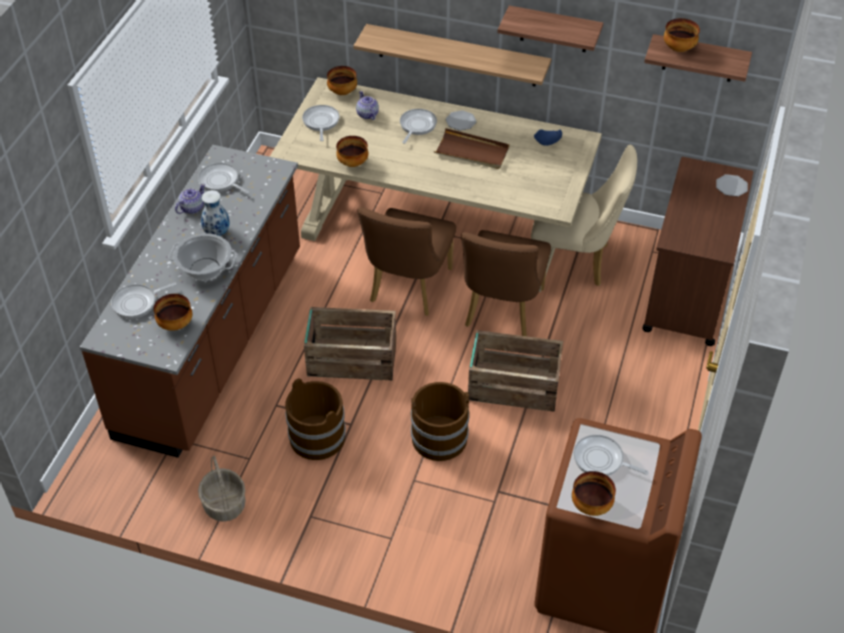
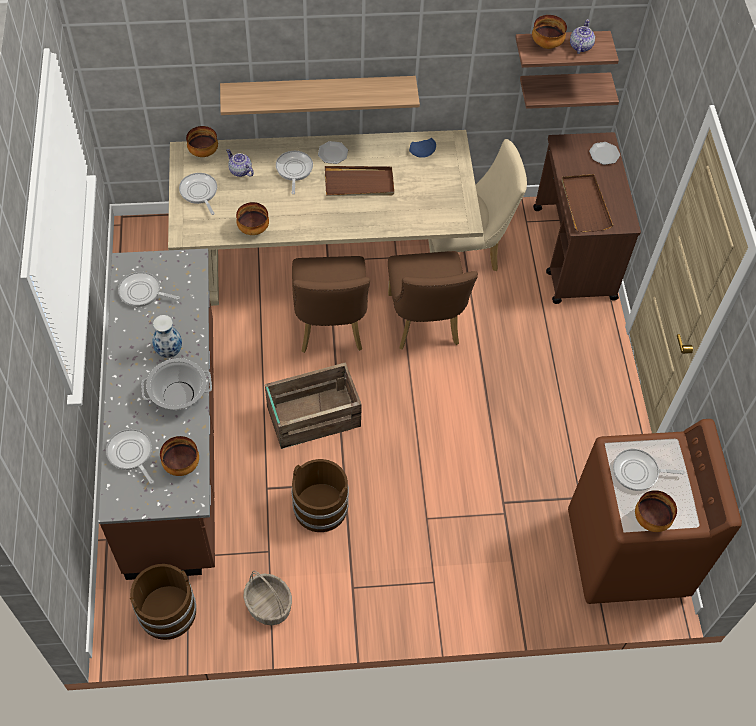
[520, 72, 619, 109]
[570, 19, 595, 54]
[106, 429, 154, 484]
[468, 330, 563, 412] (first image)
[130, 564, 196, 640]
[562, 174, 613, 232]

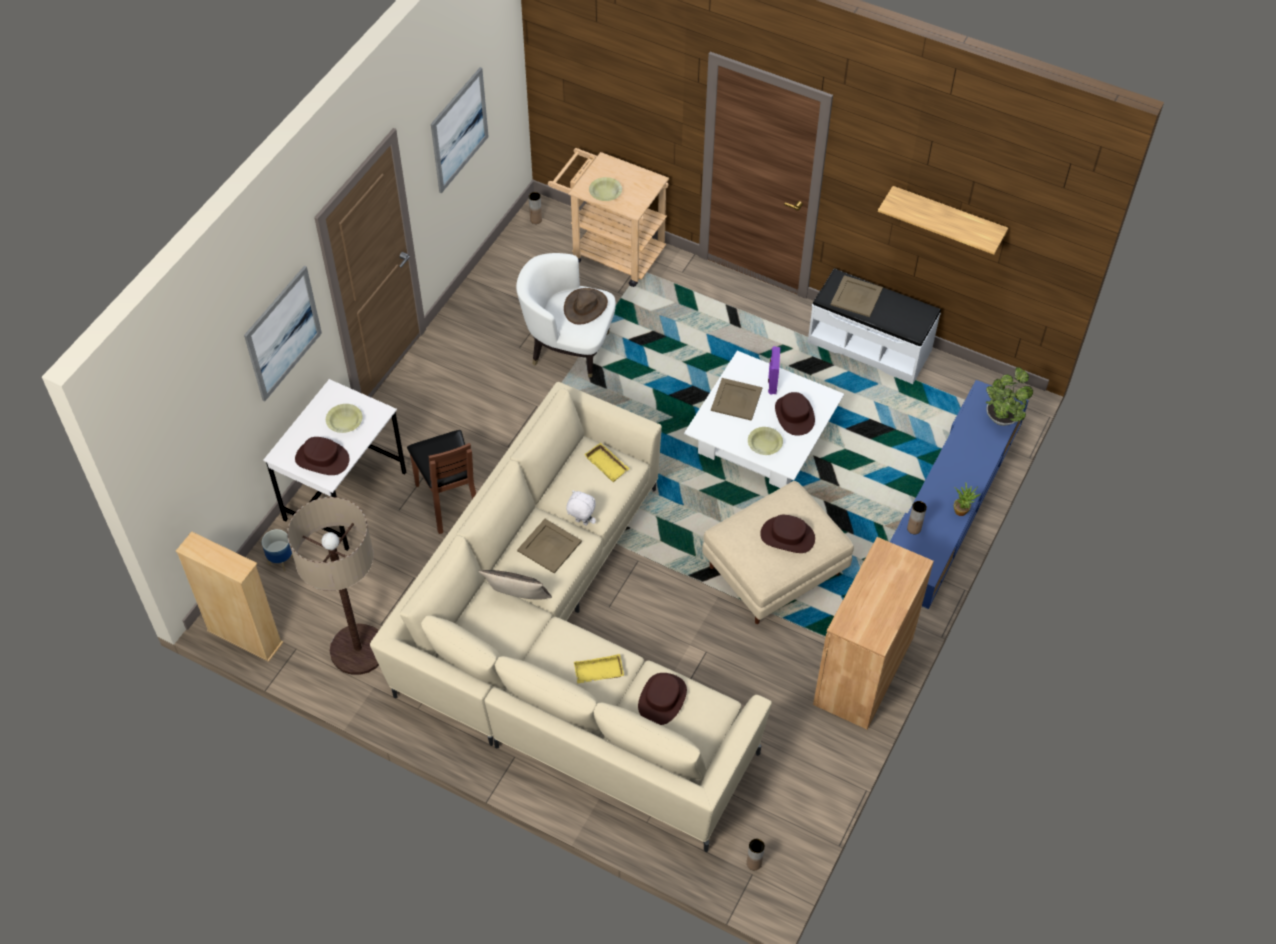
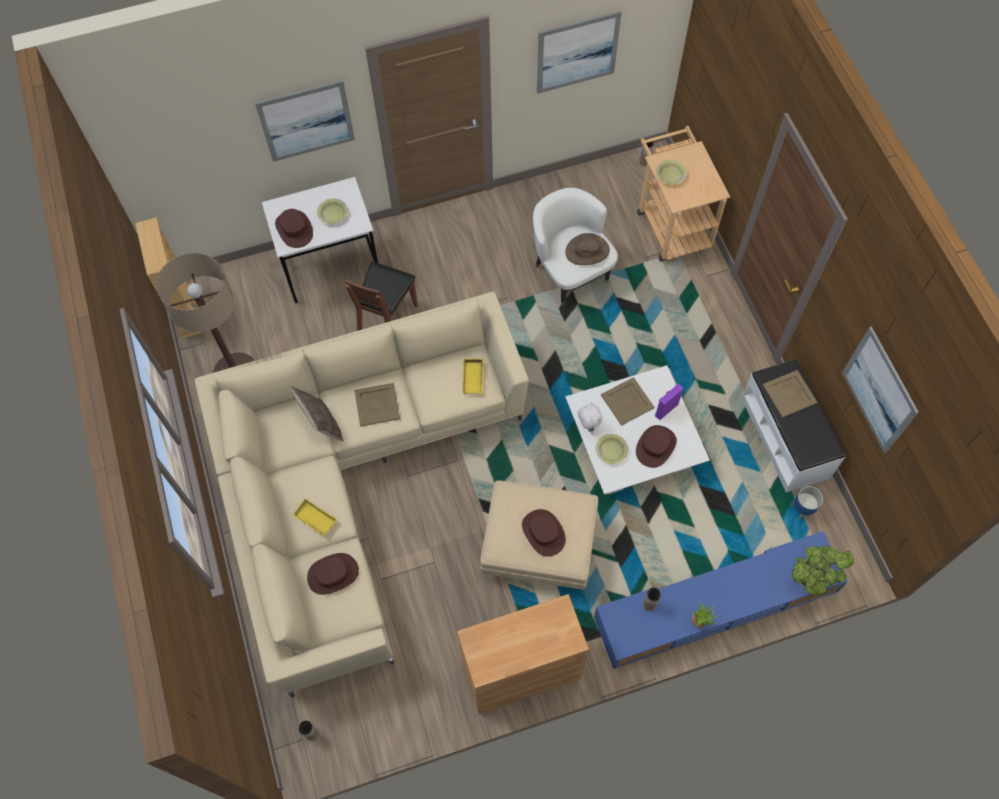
[842, 327, 919, 453]
[578, 402, 602, 435]
[791, 486, 823, 519]

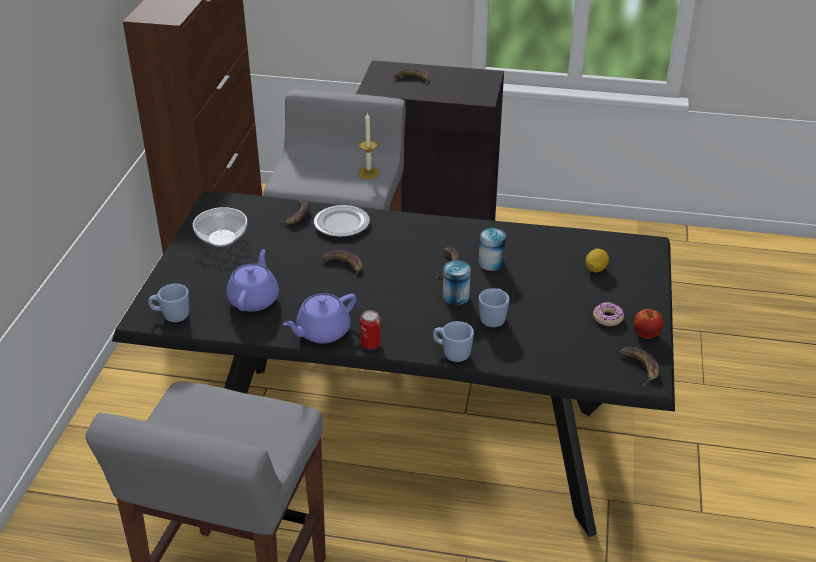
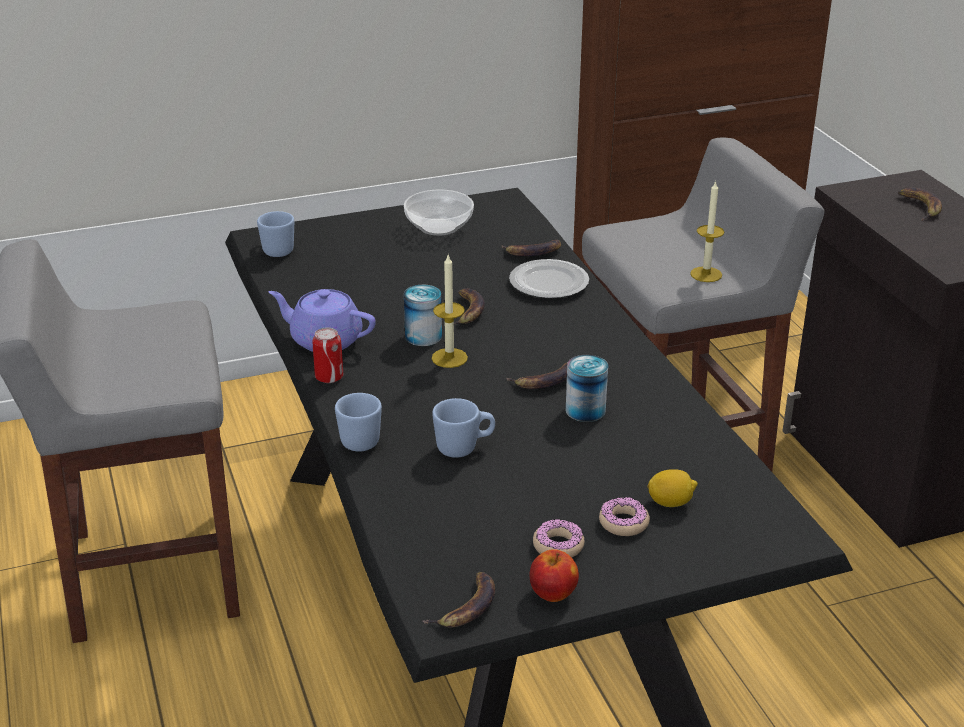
[226, 249, 279, 312] (first image)
[404, 285, 442, 346]
[432, 255, 468, 368]
[599, 497, 650, 536]

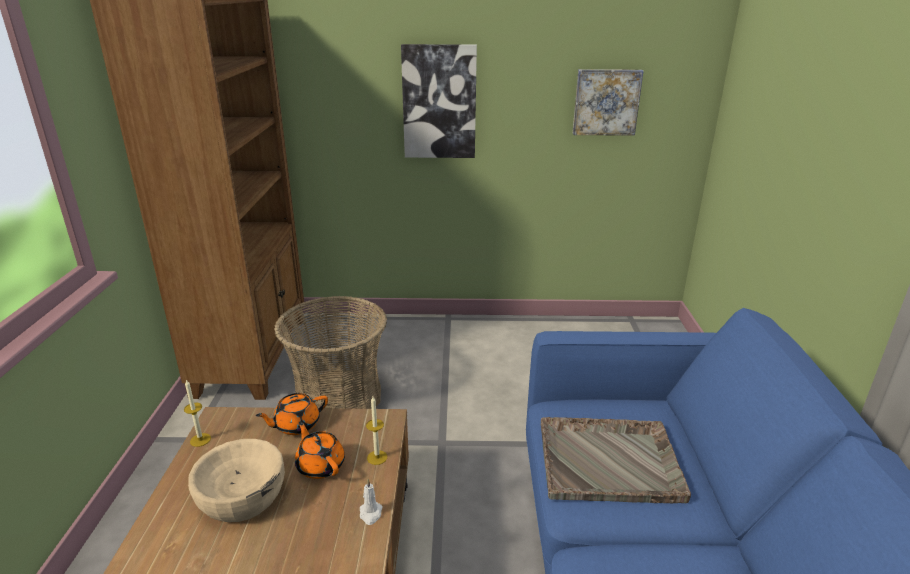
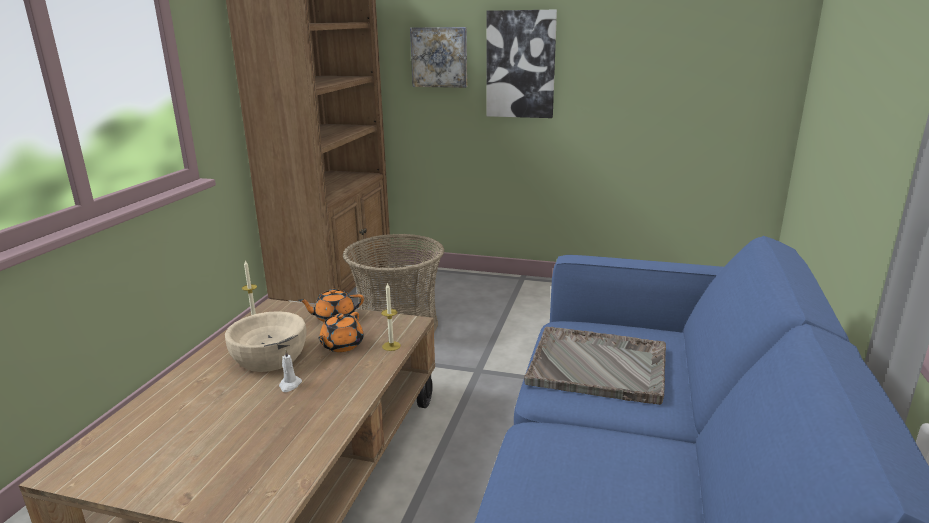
[410, 27, 467, 88]
[318, 312, 364, 352]
[279, 349, 302, 392]

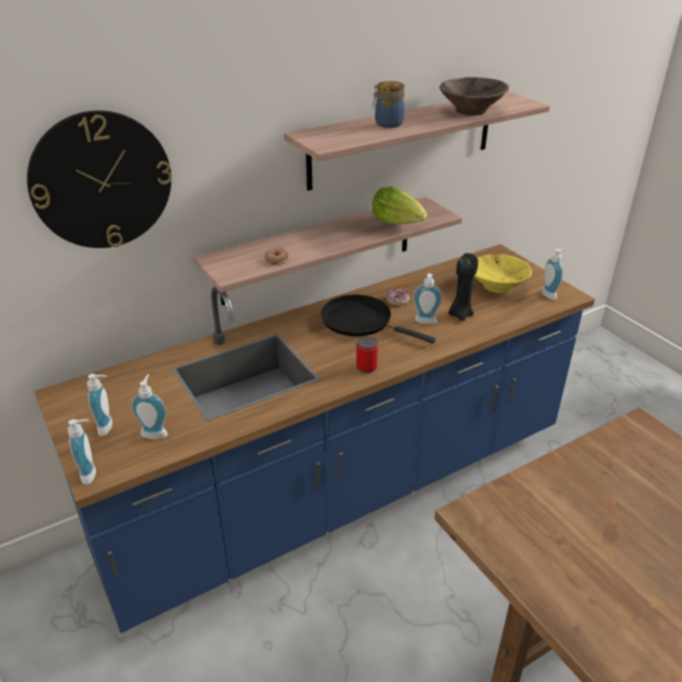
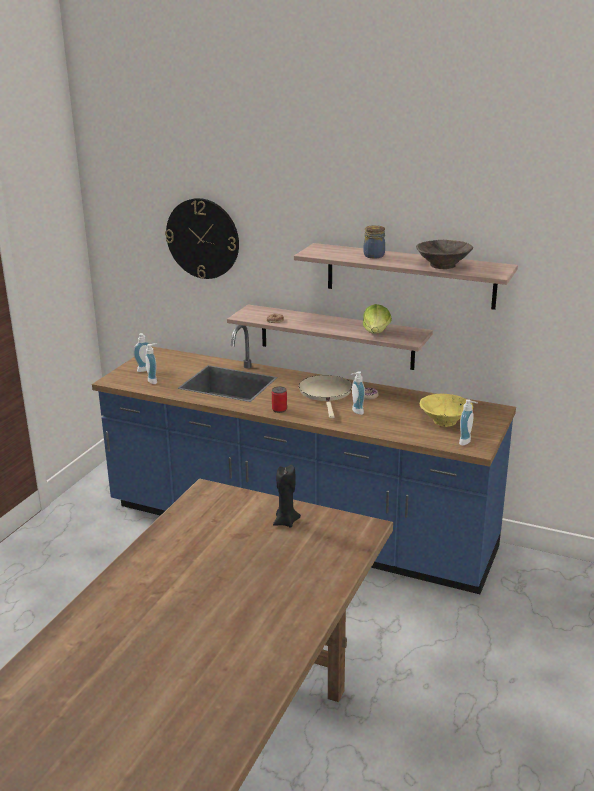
[273, 465, 301, 527]
[299, 375, 352, 418]
[67, 419, 96, 485] (first image)

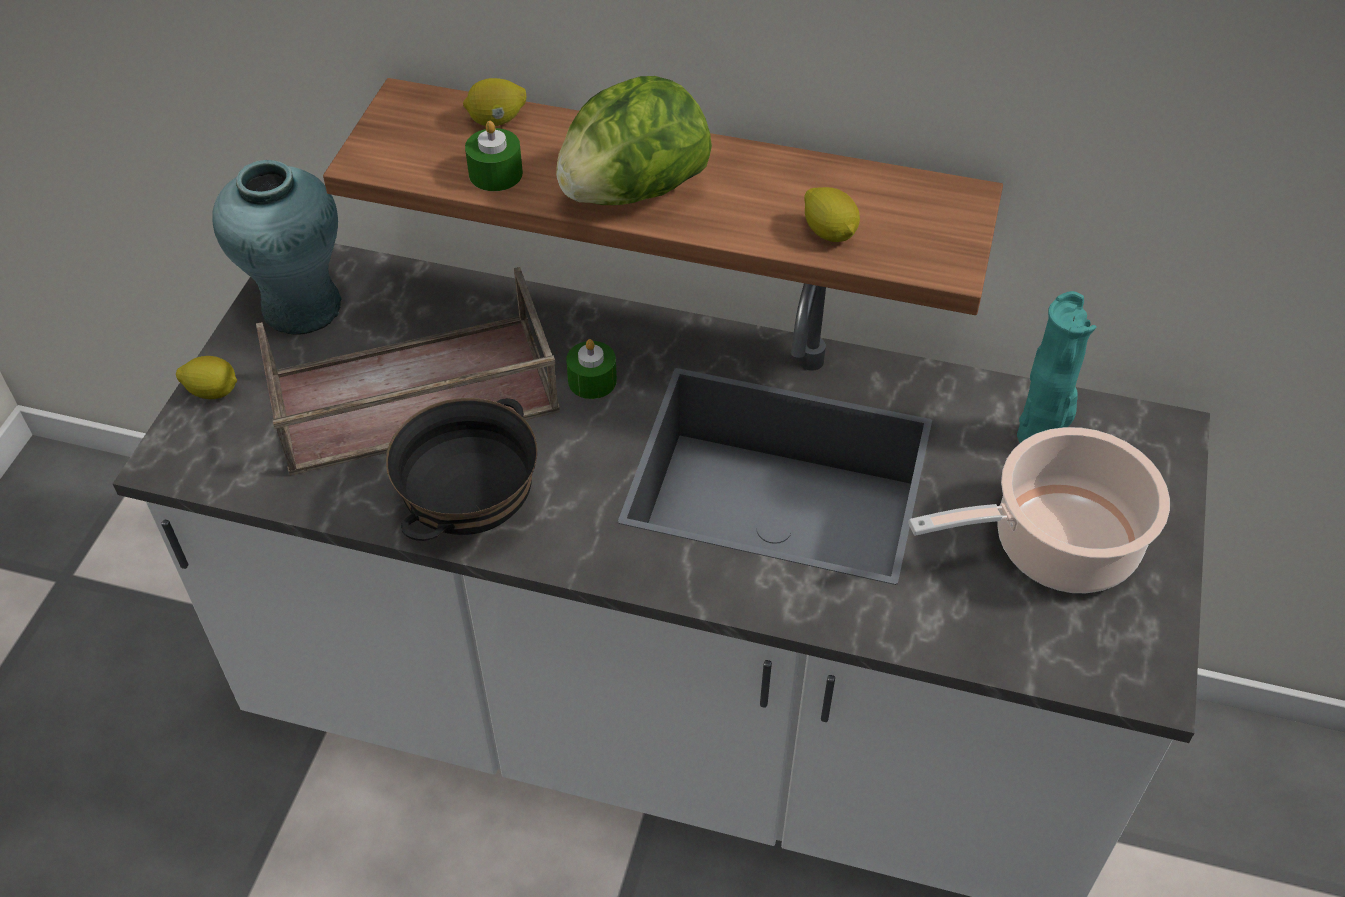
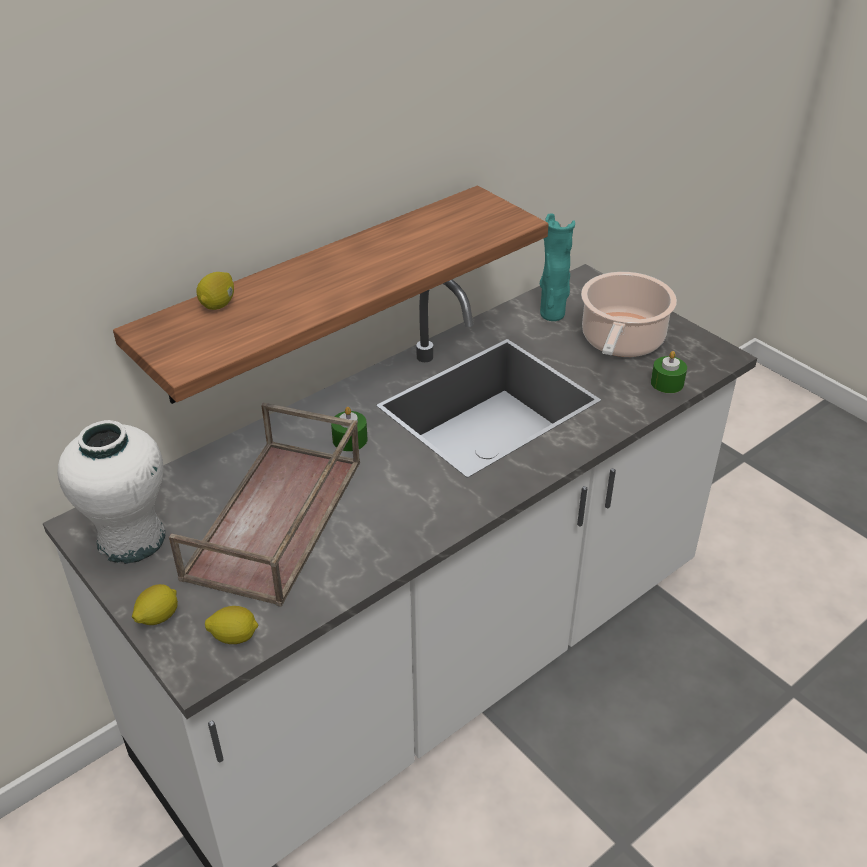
[556, 76, 712, 205] (first image)
[651, 351, 687, 393]
[57, 420, 165, 564]
[205, 606, 258, 644]
[386, 398, 538, 541] (first image)

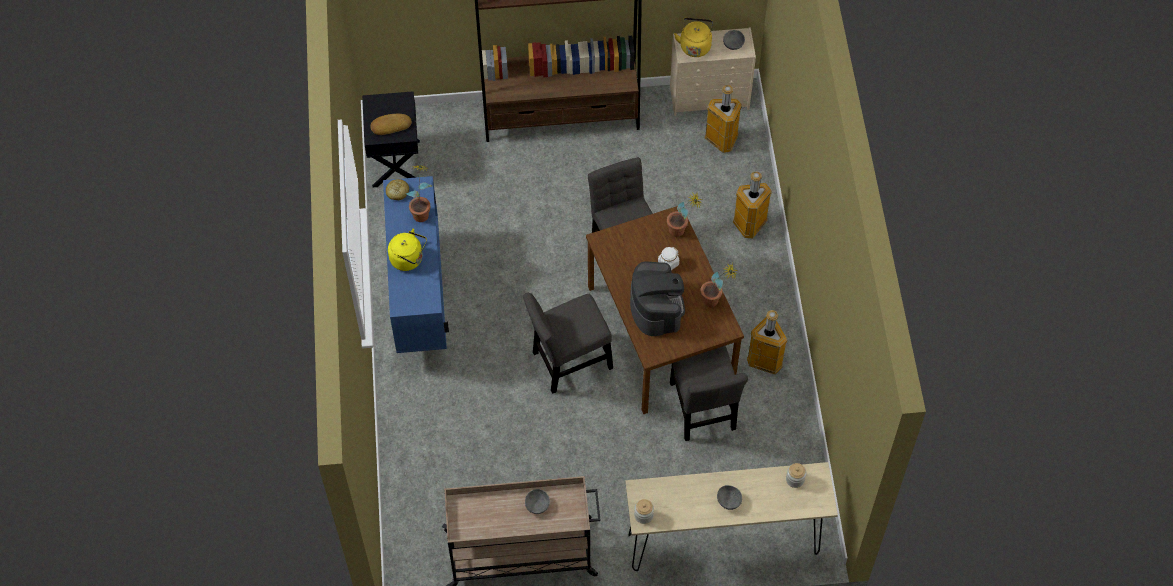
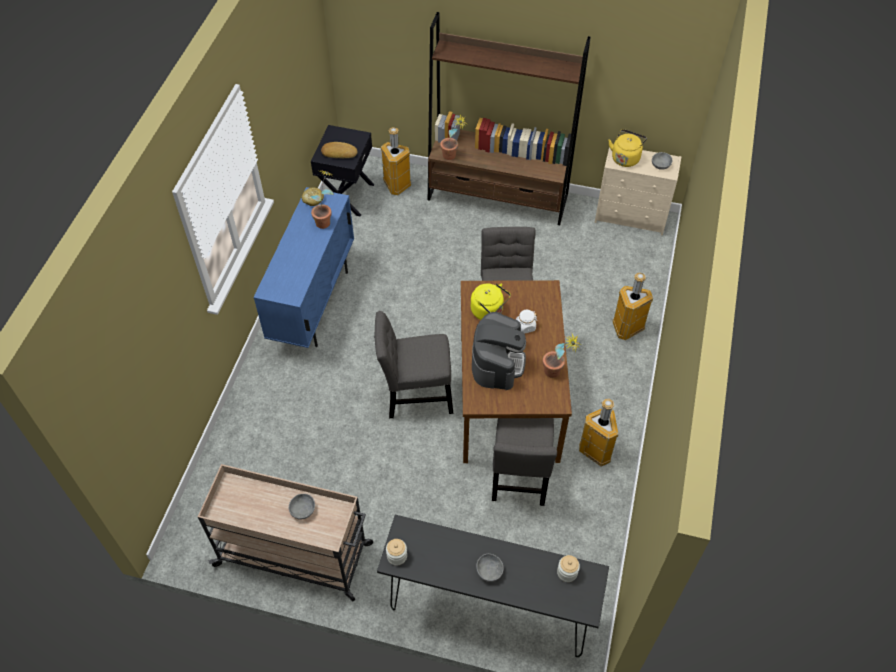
[381, 127, 411, 195]
[440, 115, 467, 160]
[471, 284, 511, 320]
[377, 515, 609, 657]

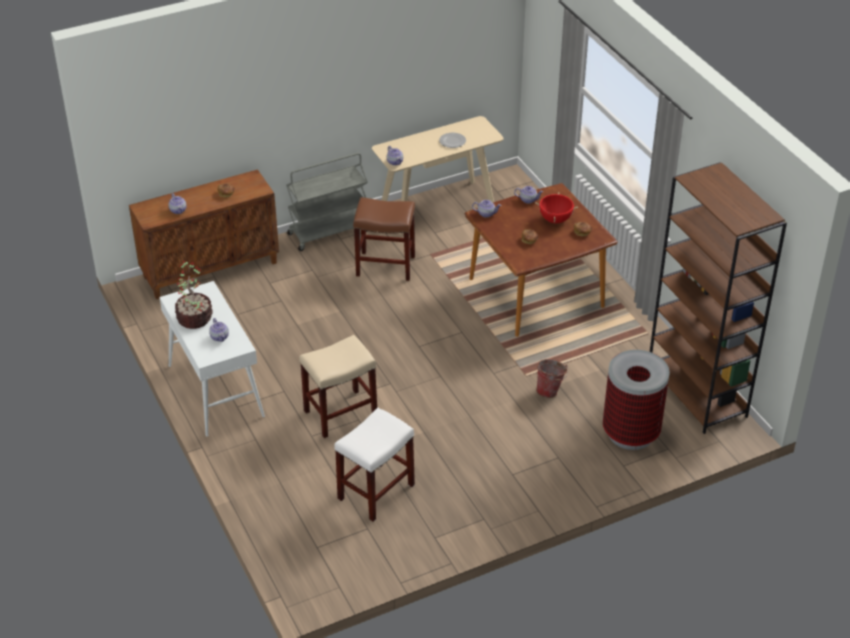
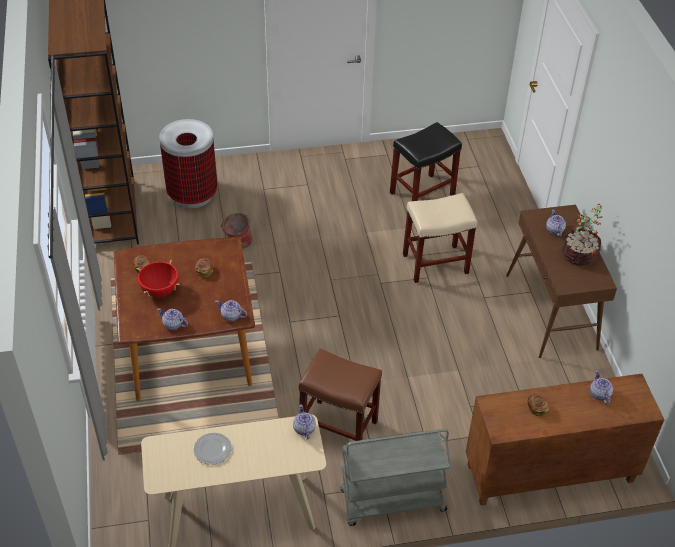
[506, 205, 617, 358]
[390, 122, 462, 201]

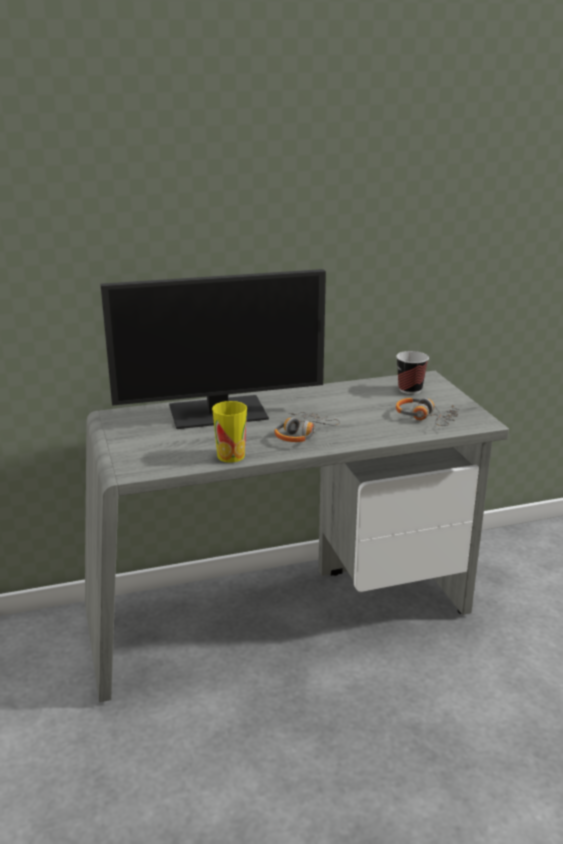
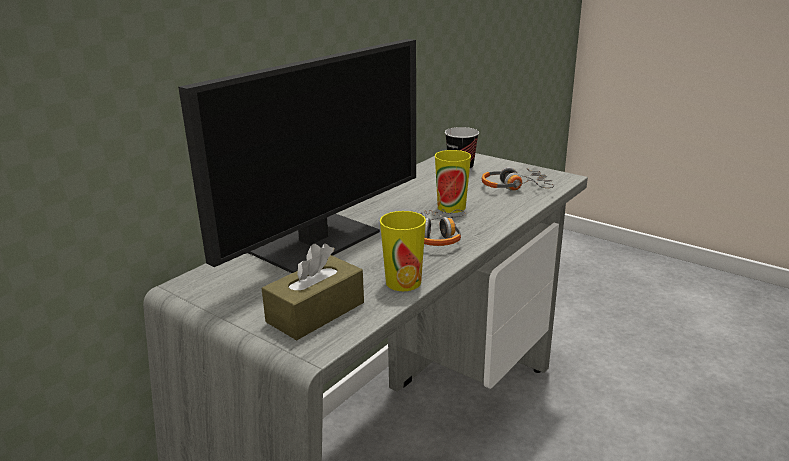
[435, 150, 471, 213]
[262, 243, 364, 340]

